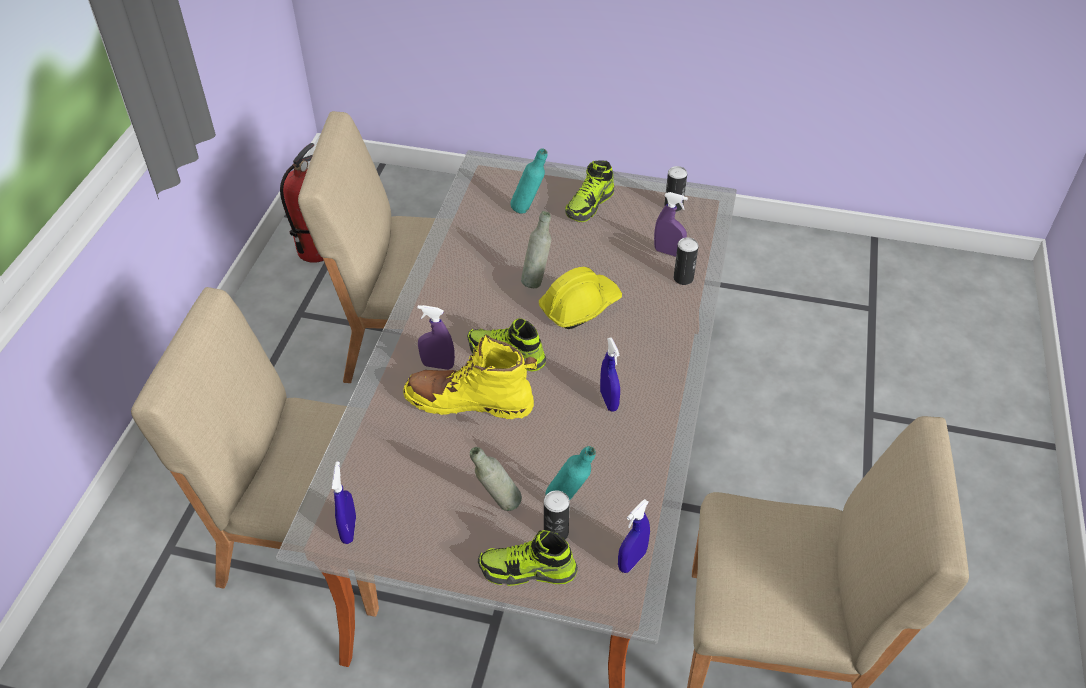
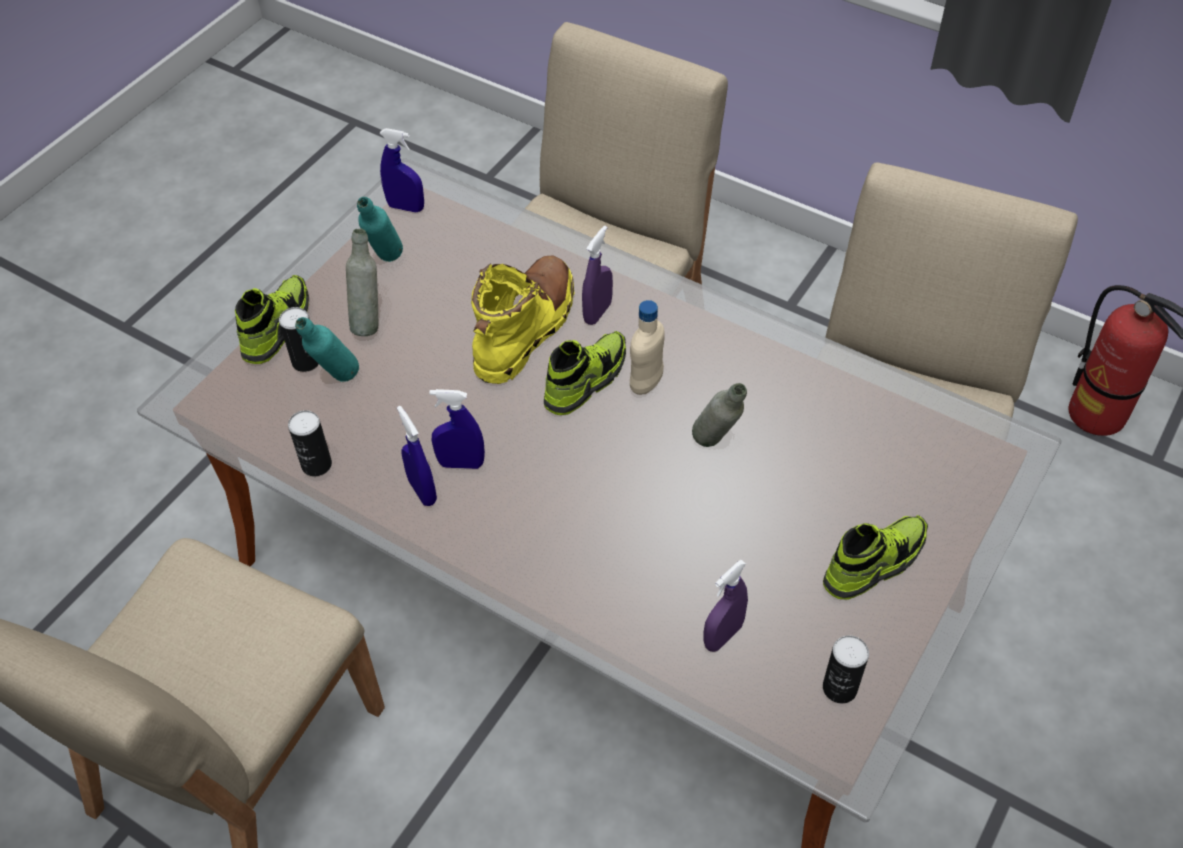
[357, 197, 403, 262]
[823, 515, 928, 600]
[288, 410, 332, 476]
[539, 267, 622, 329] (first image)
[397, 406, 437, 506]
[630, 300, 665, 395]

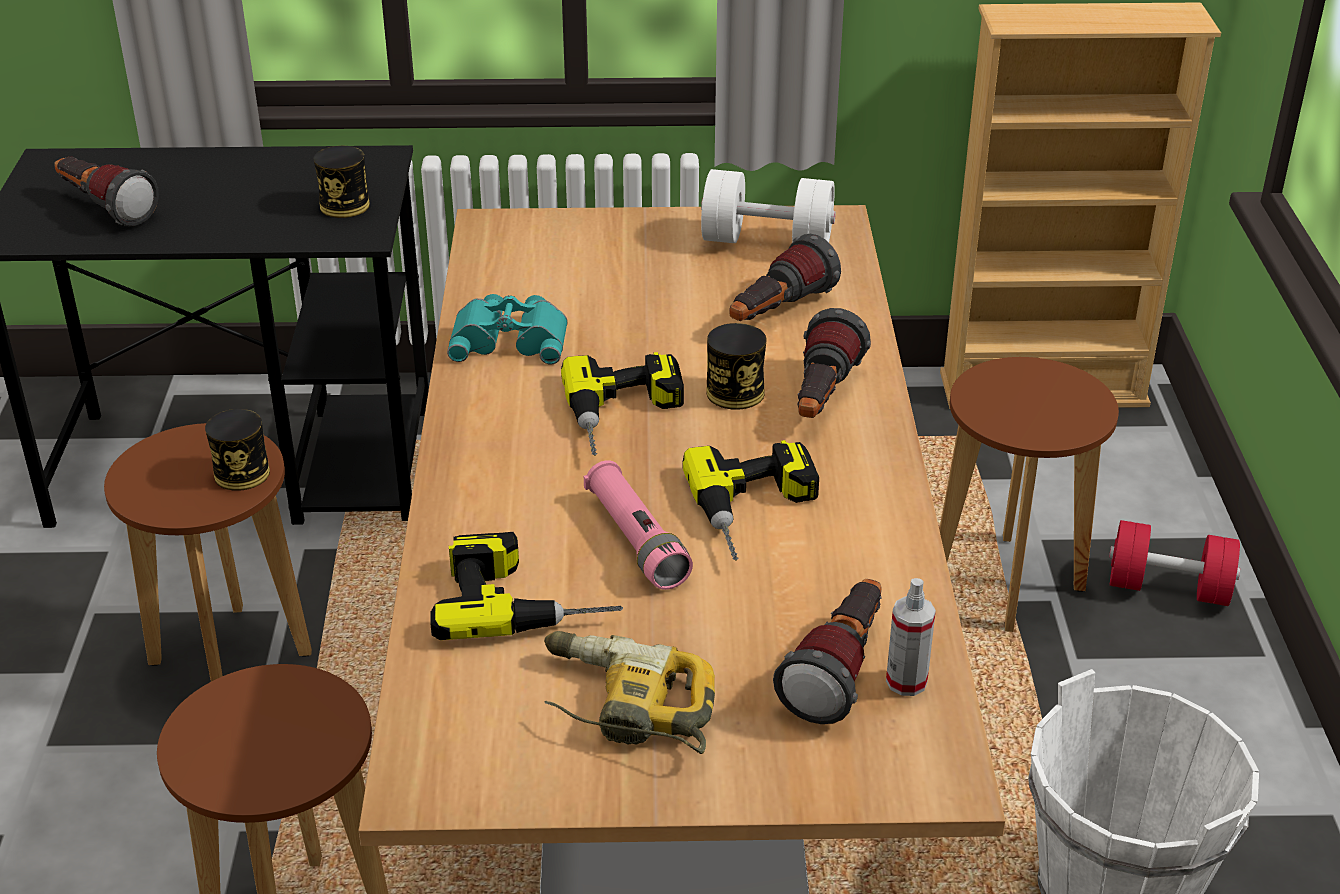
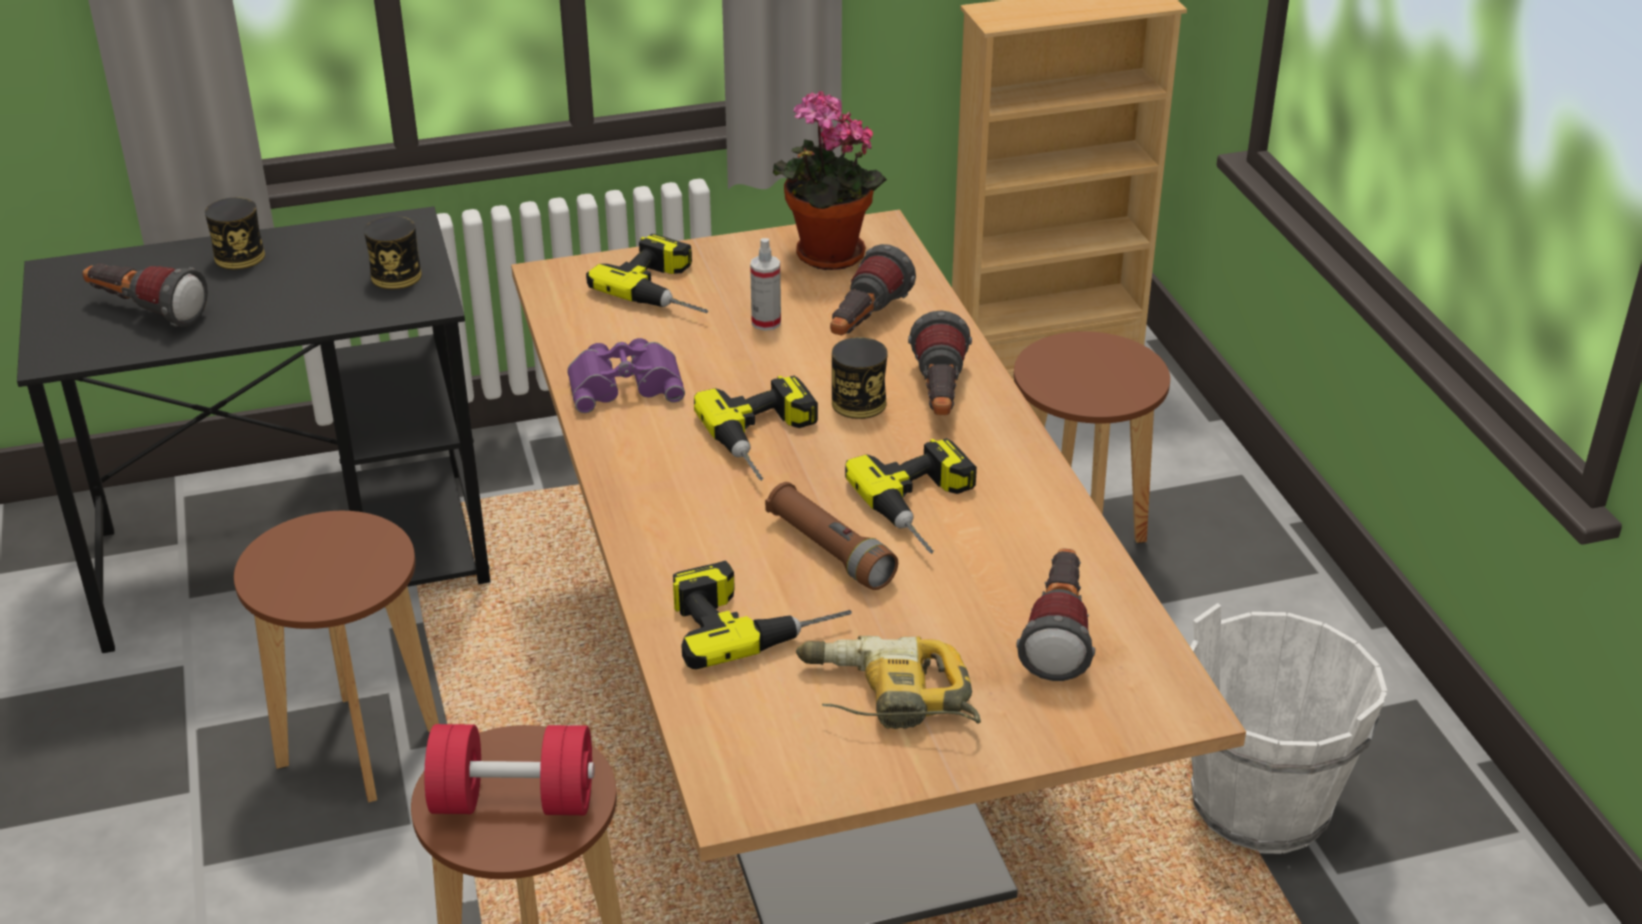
[772, 91, 887, 270]
[567, 338, 685, 413]
[205, 197, 265, 270]
[765, 482, 898, 590]
[424, 724, 595, 815]
[750, 238, 781, 331]
[586, 234, 708, 314]

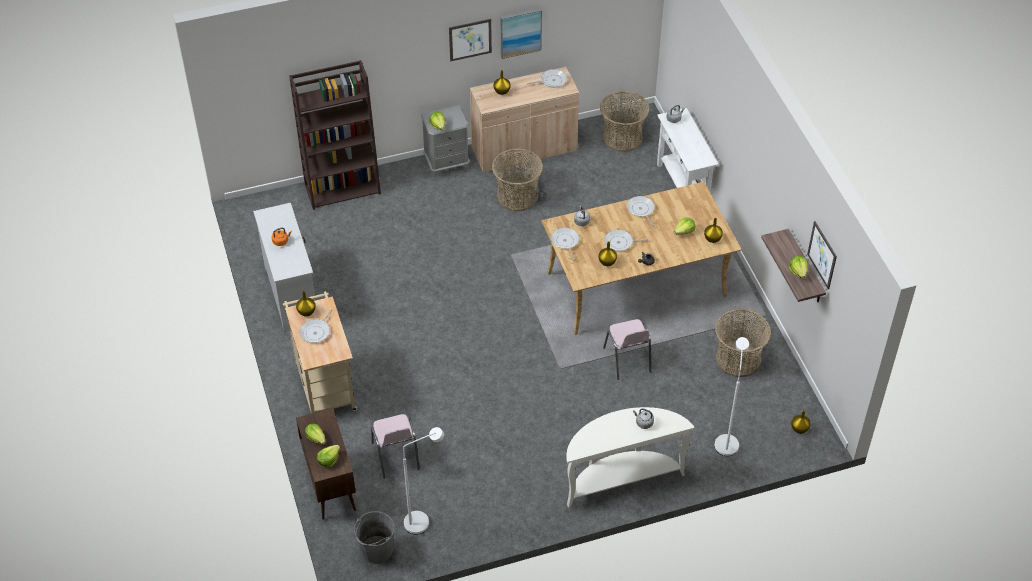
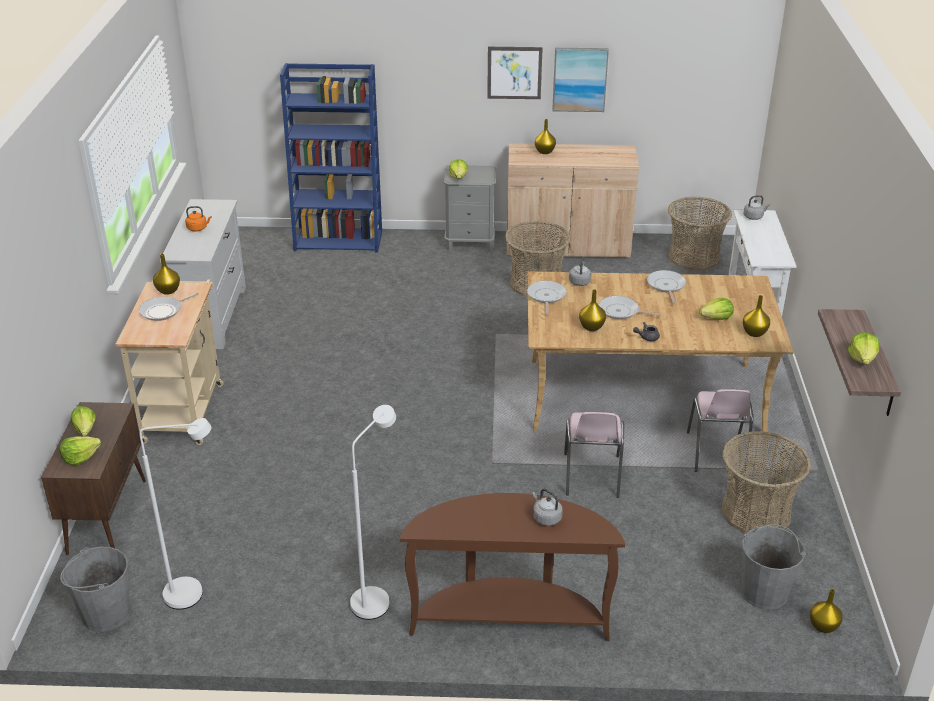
[280, 63, 382, 253]
[527, 69, 567, 88] (first image)
[807, 221, 837, 289] (first image)
[350, 405, 396, 620]
[400, 493, 625, 641]
[687, 389, 753, 473]
[741, 524, 806, 610]

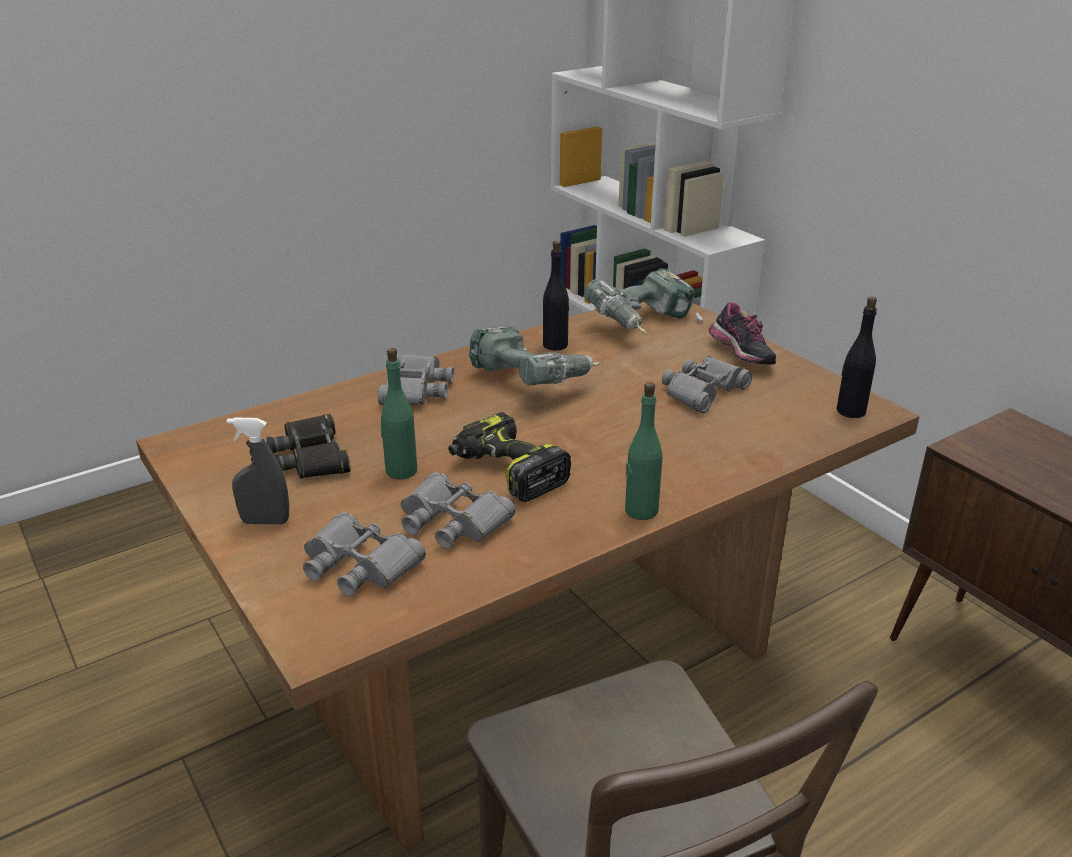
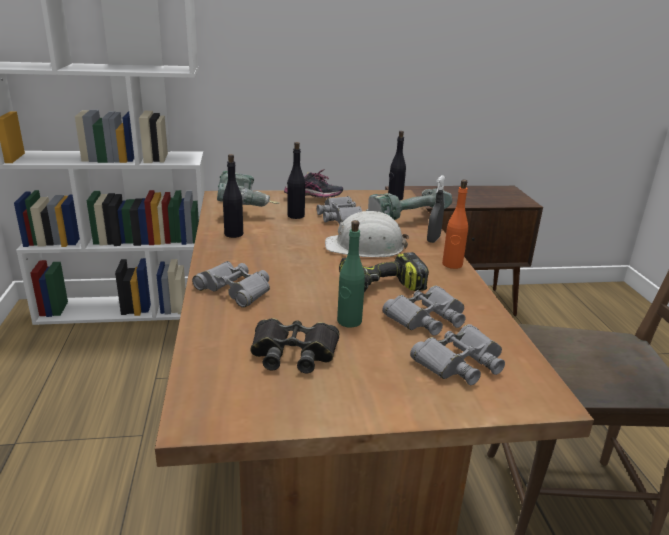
[366, 188, 452, 220]
[442, 180, 468, 269]
[427, 175, 445, 243]
[287, 142, 305, 219]
[325, 211, 409, 257]

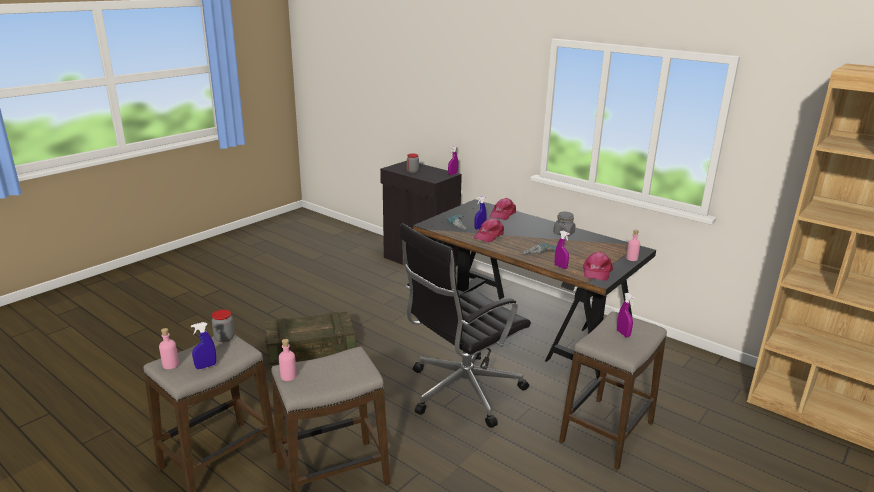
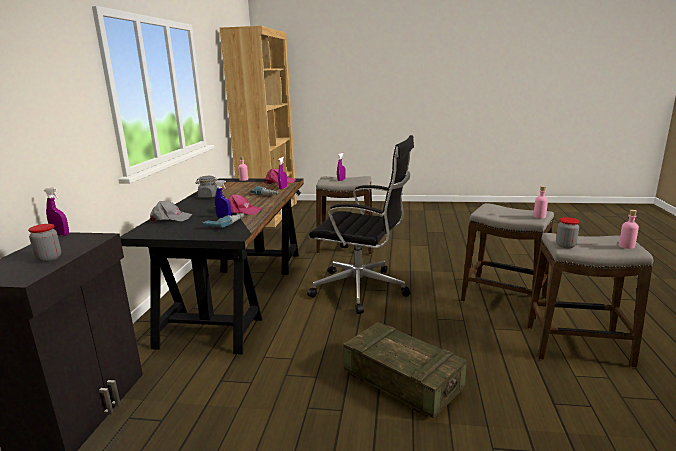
[149, 201, 192, 221]
[191, 322, 216, 369] (first image)

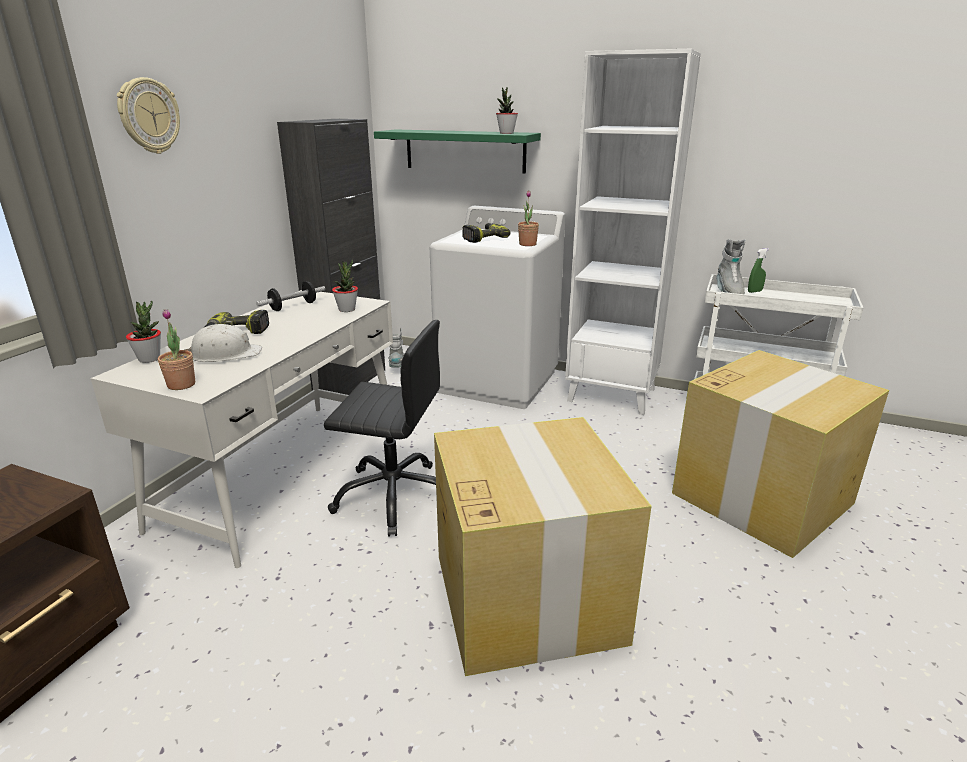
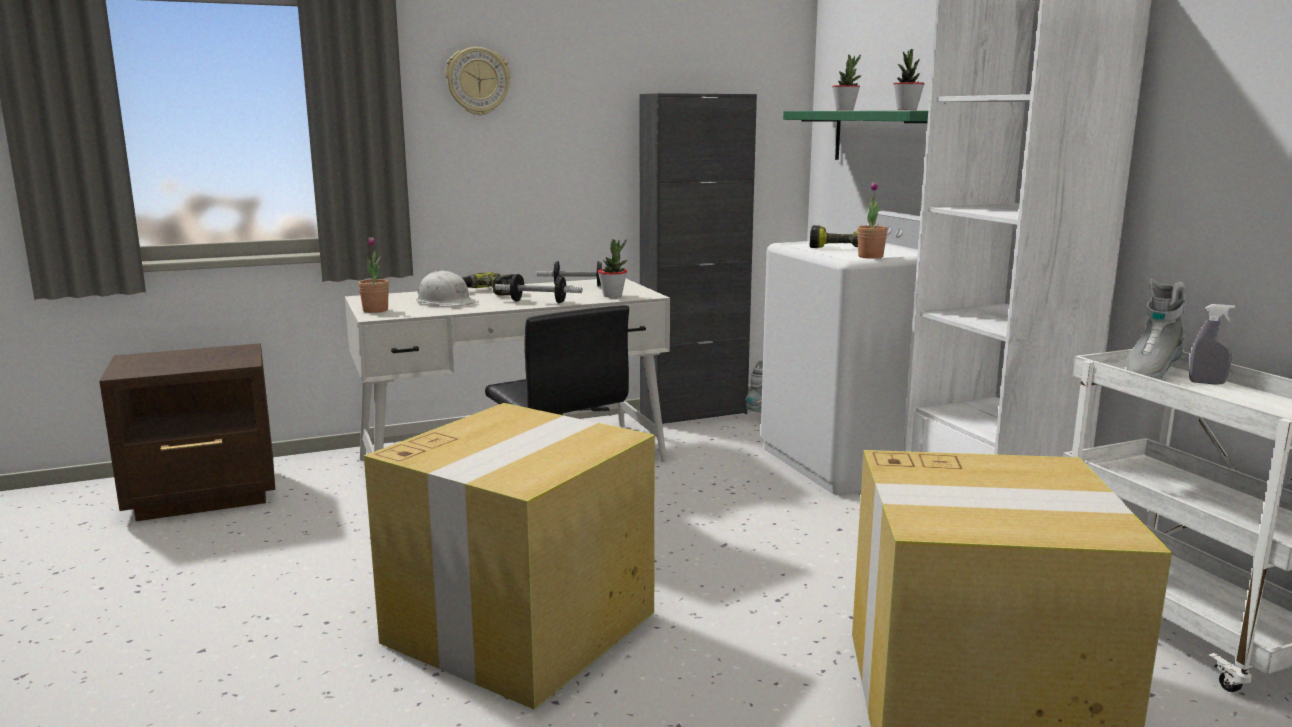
[1189, 304, 1235, 385]
[832, 54, 861, 111]
[495, 274, 582, 303]

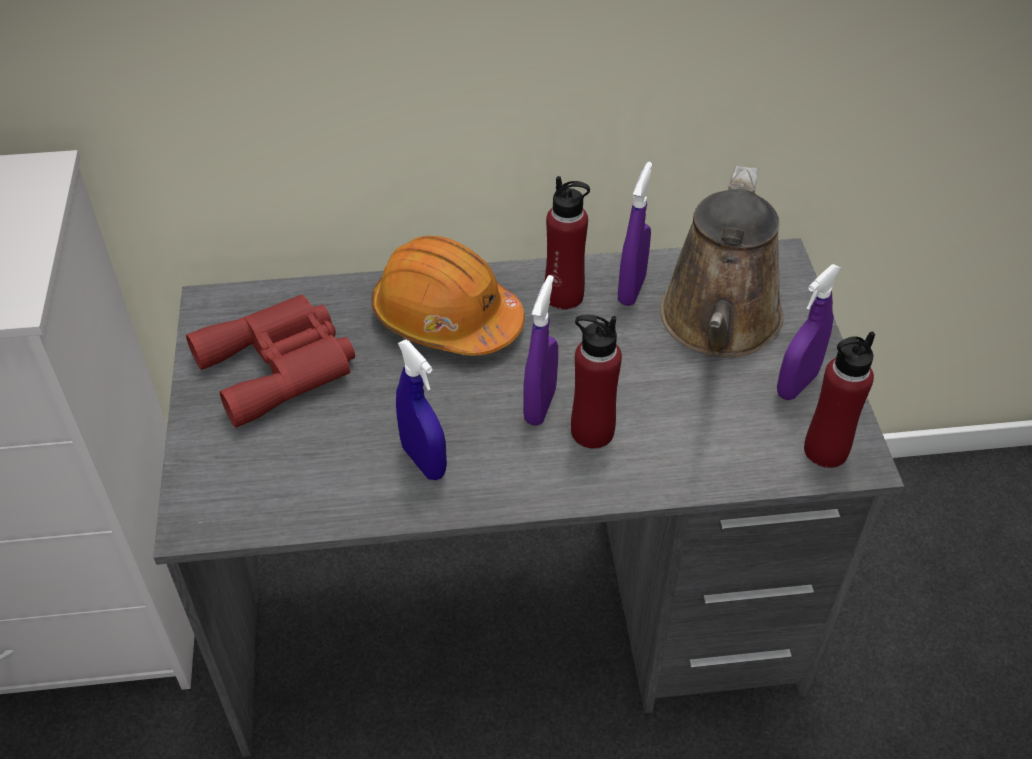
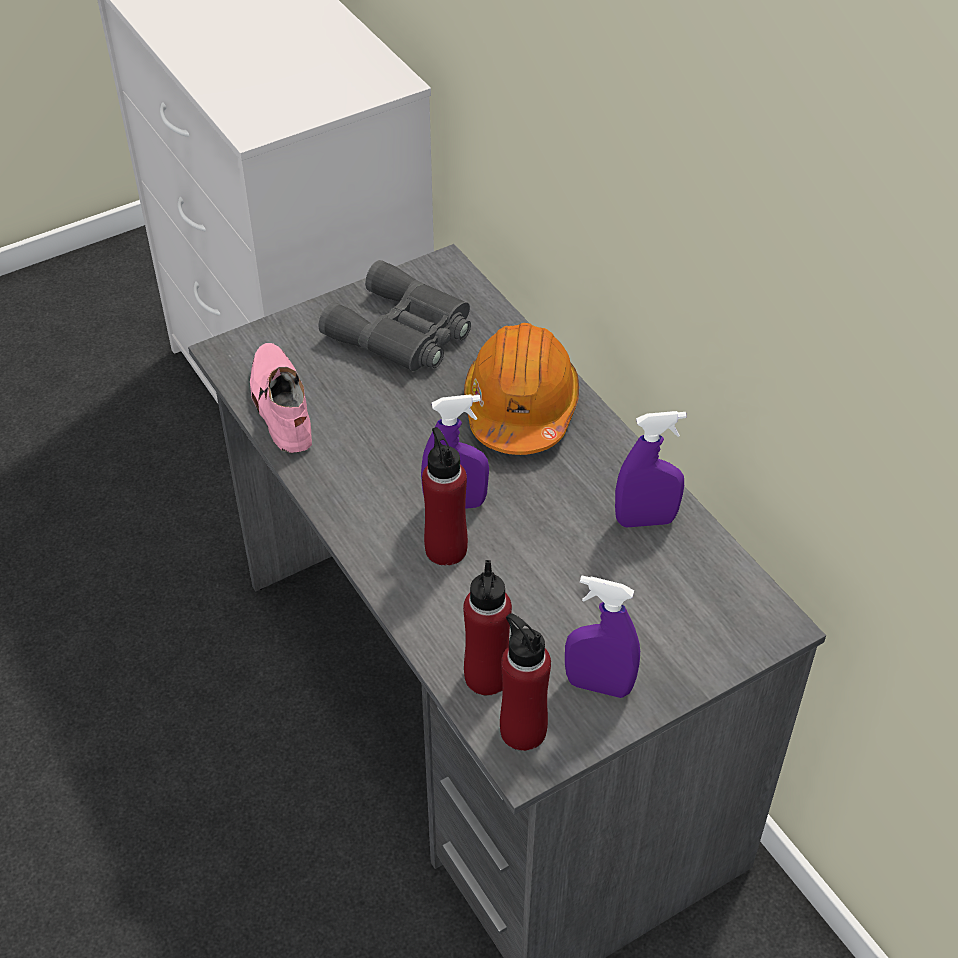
[660, 166, 784, 357] (first image)
[463, 560, 512, 696]
[319, 260, 471, 371]
[396, 339, 447, 480] (first image)
[250, 343, 312, 453]

